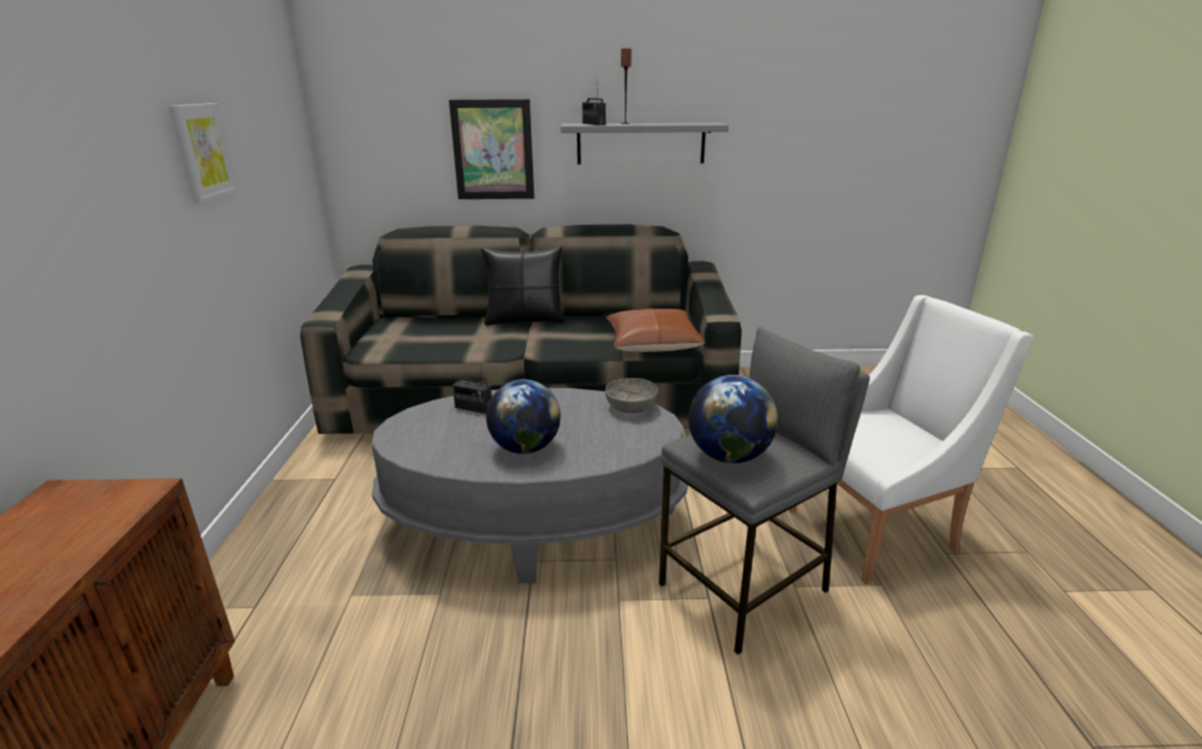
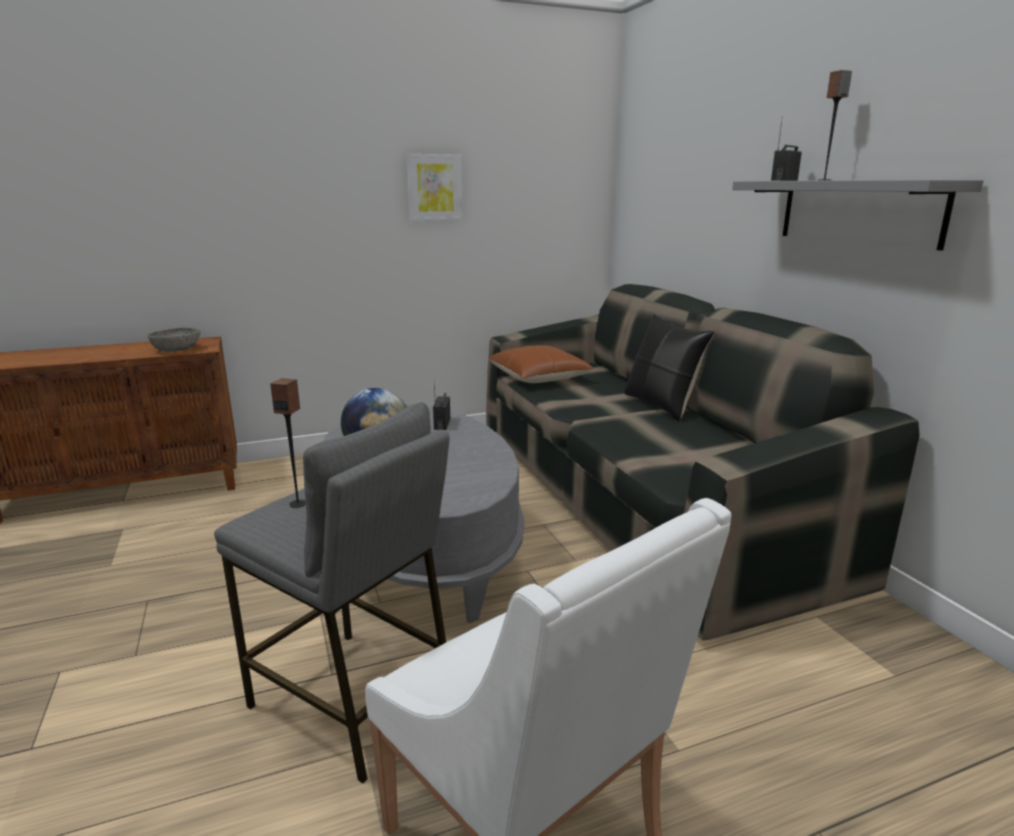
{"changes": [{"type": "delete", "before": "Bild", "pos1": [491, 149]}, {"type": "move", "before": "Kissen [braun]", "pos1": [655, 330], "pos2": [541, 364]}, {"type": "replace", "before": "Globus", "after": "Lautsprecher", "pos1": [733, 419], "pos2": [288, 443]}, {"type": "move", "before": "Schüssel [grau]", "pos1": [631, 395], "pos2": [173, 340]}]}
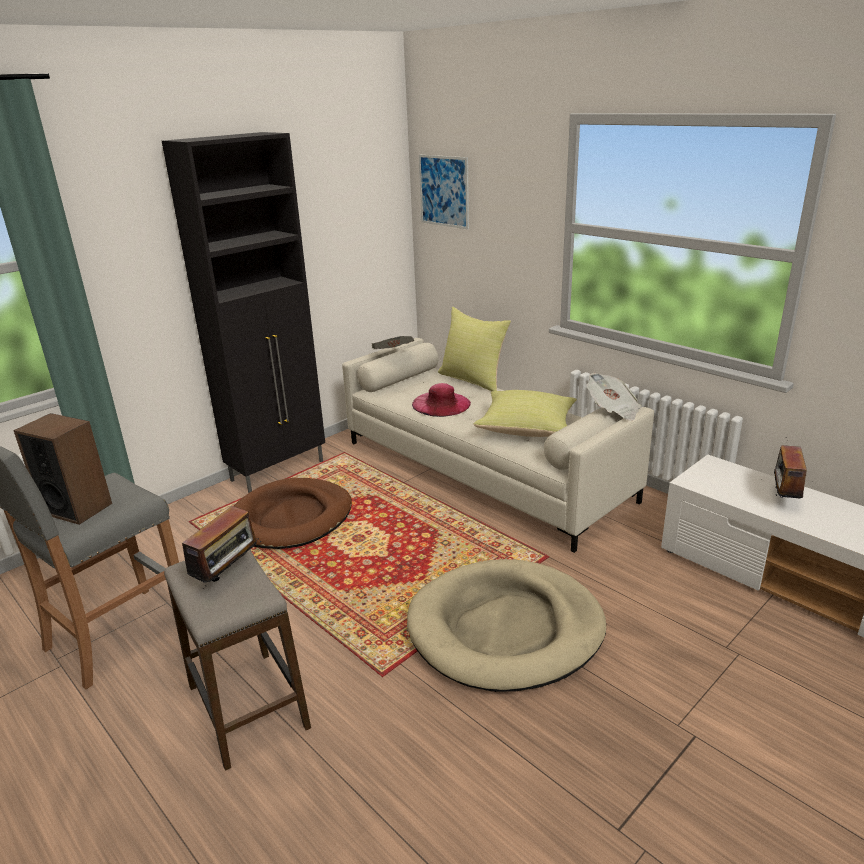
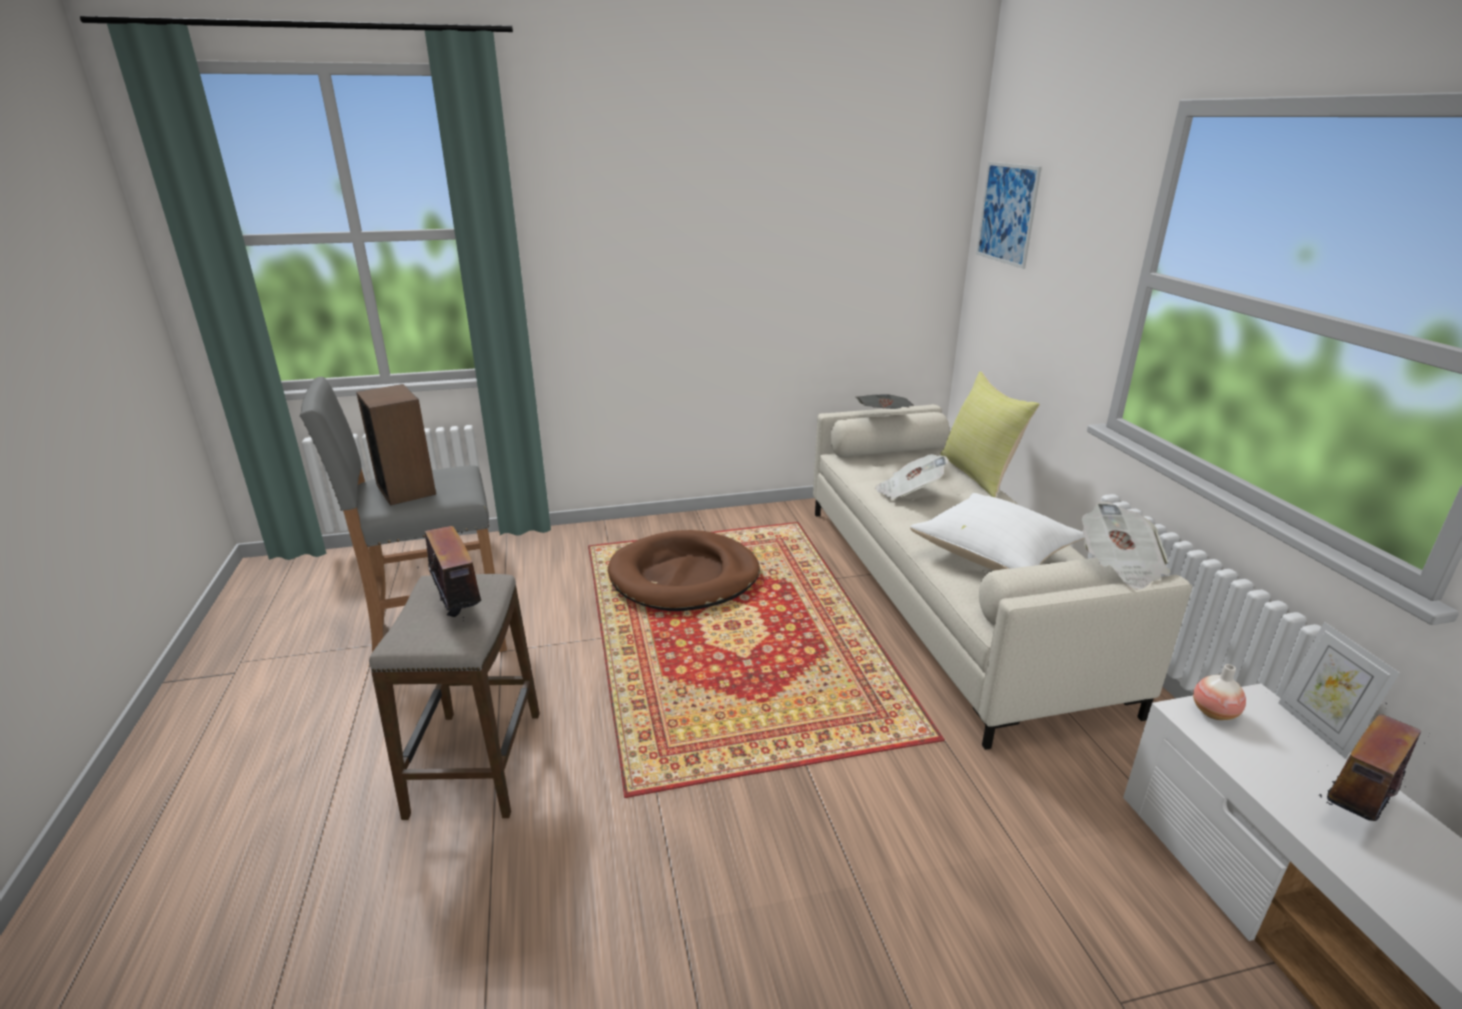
{"changes": [{"type": "delete", "before": "Schrank [schwarz]", "pos1": [243, 312]}, {"type": "replace", "before": "Hut [rosa]", "after": "Zeitung", "pos1": [441, 400], "pos2": [912, 477]}, {"type": "recolor", "before": "Kissen [gelb]", "after": "Kissen [weiß]", "pos1": [525, 413], "pos2": [997, 532]}, {"type": "rotate", "before": "Radio", "pos1": [221, 547], "pos2": [455, 573], "turn": -90}, {"type": "delete", "before": "Hundebett [beige]", "pos1": [506, 625]}, {"type": "insert", "after": "Bilderrahmen", "pos2": [1339, 690]}, {"type": "insert", "after": "Vase", "pos2": [1219, 692]}]}
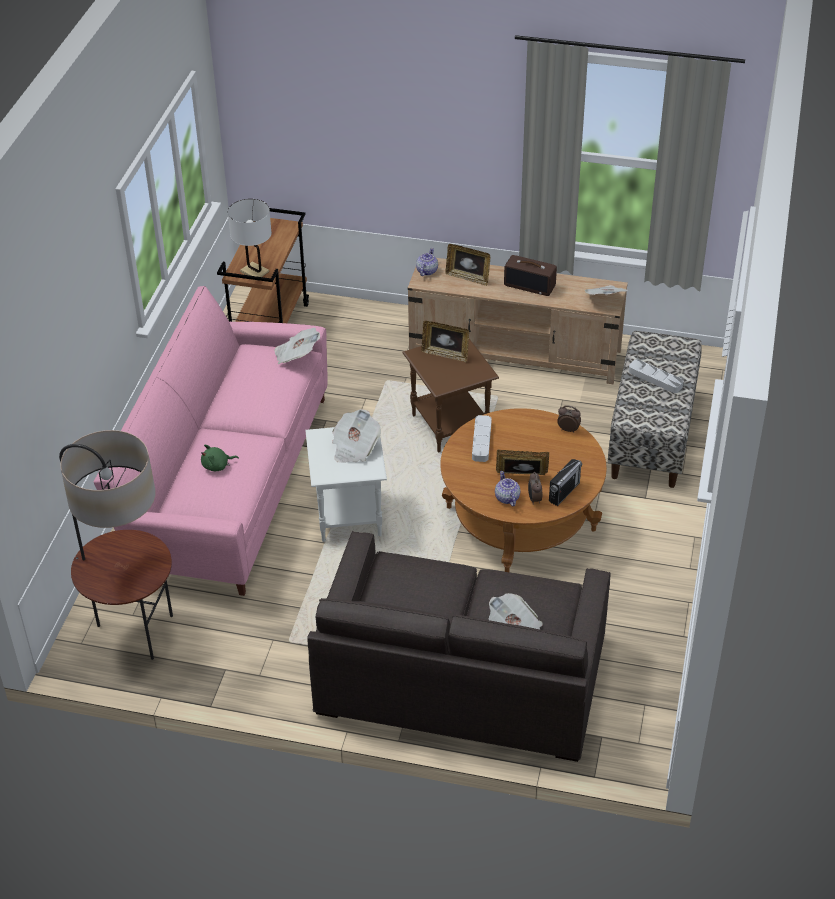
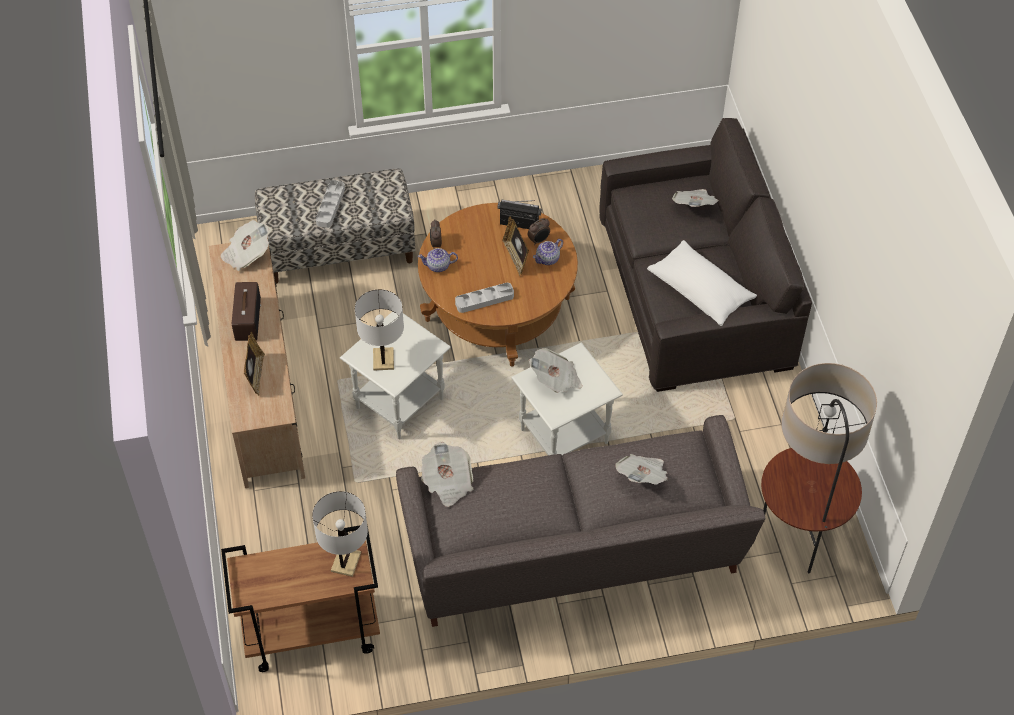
{"changes": [{"type": "move", "before": "Teekanne", "pos1": [427, 262], "pos2": [438, 260]}, {"type": "recolor", "before": "Sofa [rosa]", "after": "Sofa [grau]", "pos1": [211, 441], "pos2": [581, 521]}, {"type": "replace", "before": "Bilderrahmen", "after": "Tischlampe [weiß]", "pos1": [445, 341], "pos2": [379, 330]}, {"type": "recolor", "before": "Beistelltisch [braun]", "after": "Beistelltisch [weiß]", "pos1": [450, 395], "pos2": [395, 375]}, {"type": "replace", "before": "Plüschtier [grün]", "after": "Zeitung", "pos1": [220, 458], "pos2": [641, 469]}, {"type": "insert", "after": "Kissen [weiß]", "pos2": [702, 283]}]}
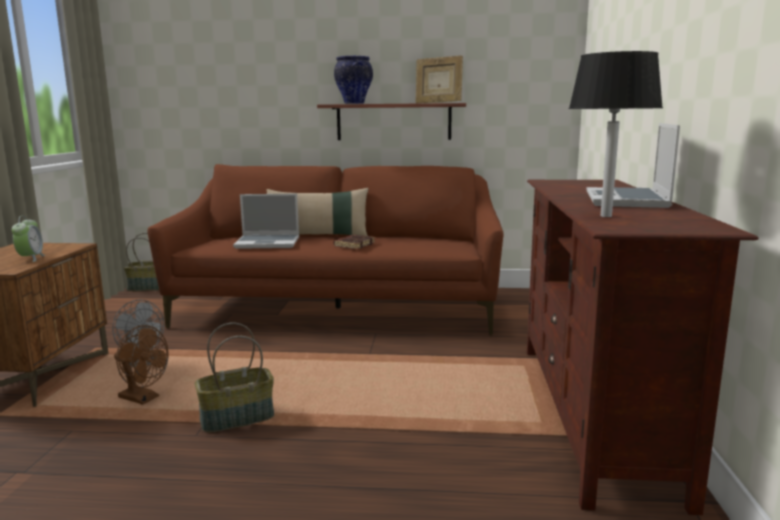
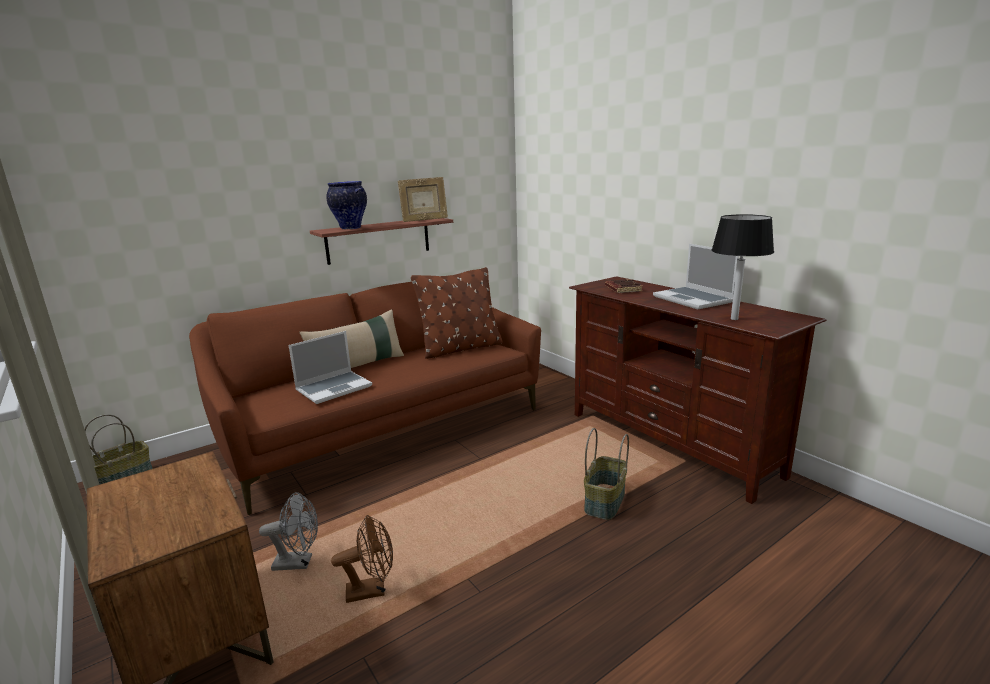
{"changes": [{"type": "delete", "before": "Wecker", "pos1": [28, 239]}, {"type": "move", "before": "Buch [braun]", "pos1": [354, 242], "pos2": [624, 286]}, {"type": "move", "before": "Korb", "pos1": [234, 378], "pos2": [606, 474]}, {"type": "insert", "after": "Kissen [braun]", "pos2": [457, 313]}]}
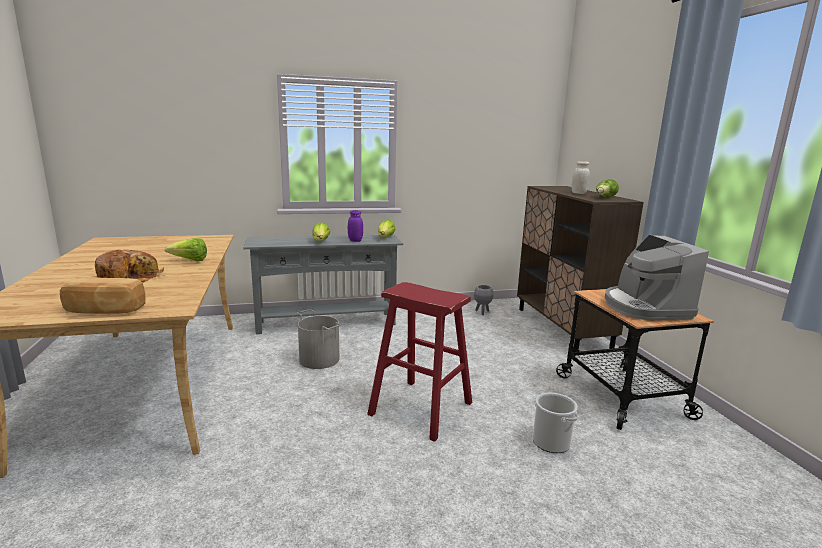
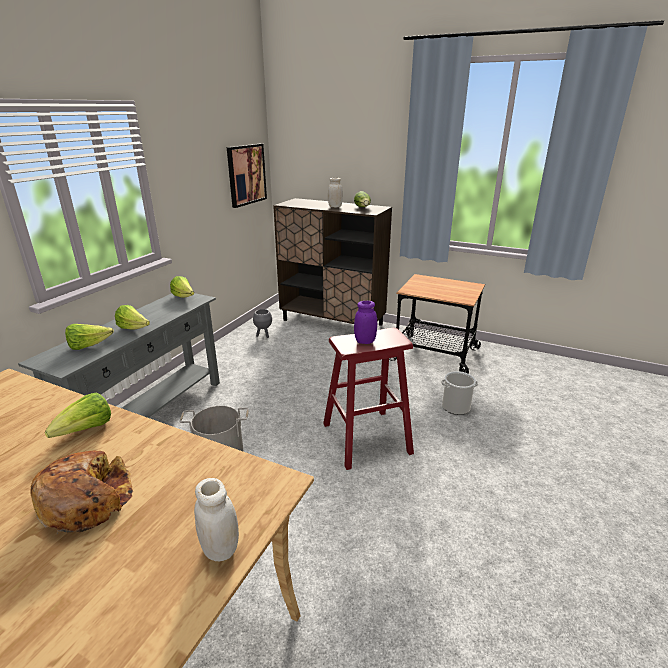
{"changes": [{"type": "move", "before": "Vorratsglas [lila]", "pos1": [355, 226], "pos2": [365, 322]}, {"type": "delete", "before": "Kaffeemaschine", "pos1": [657, 277]}, {"type": "replace", "before": "Brot", "after": "Vorratsglas [weiß]", "pos1": [103, 295], "pos2": [216, 519]}, {"type": "insert", "after": "Bild", "pos2": [247, 176]}, {"type": "insert", "after": "Salatkopf", "pos2": [89, 337]}]}
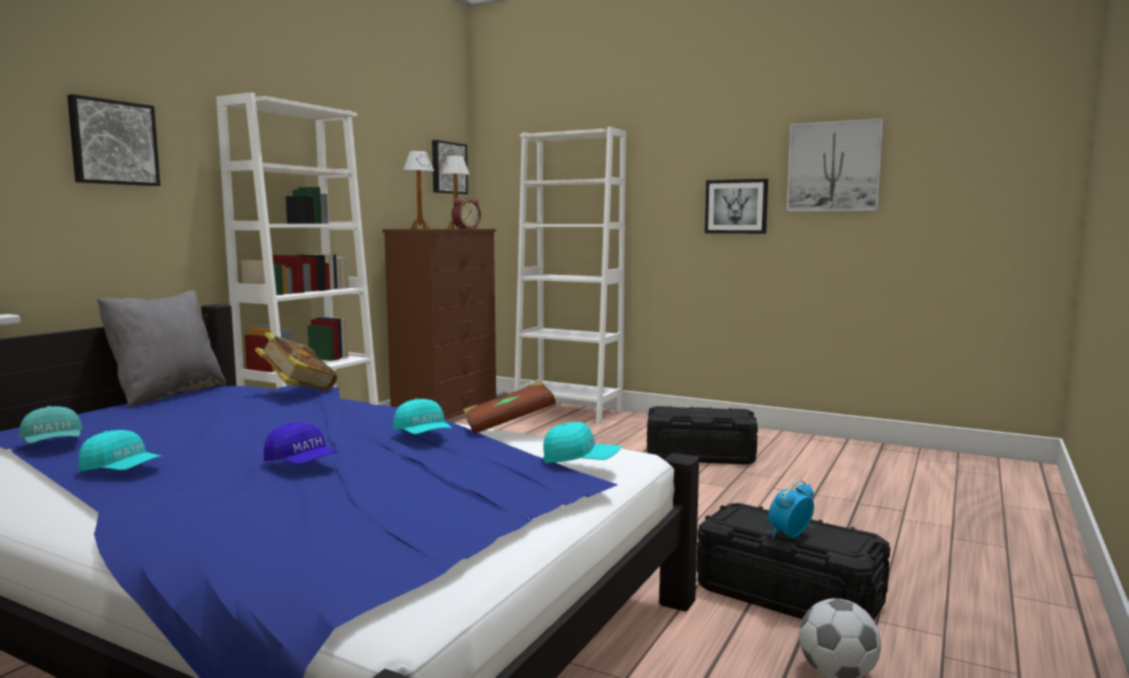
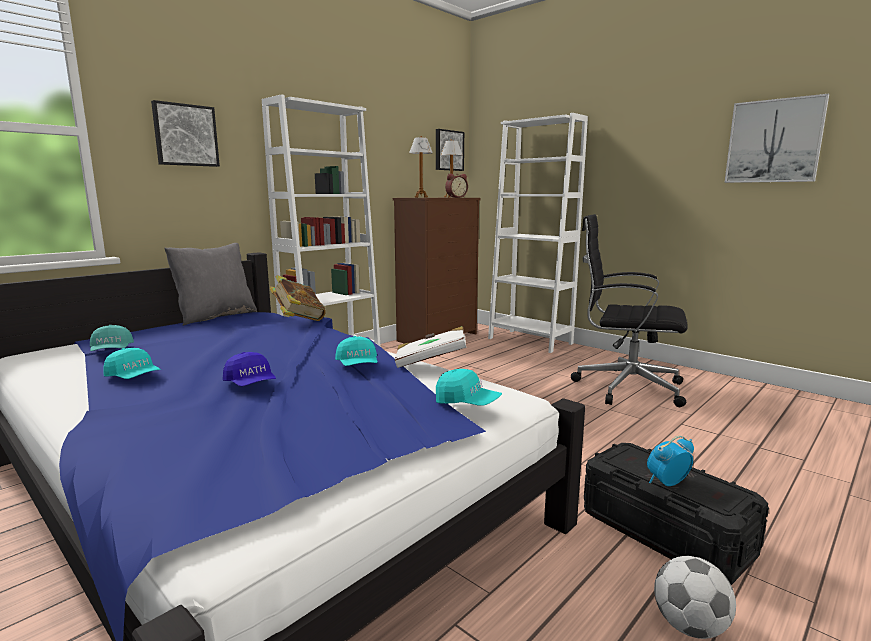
{"changes": [{"type": "delete", "before": "Bild", "pos1": [736, 206]}, {"type": "recolor", "before": "Buch [braun]", "after": "Buch [weiß]", "pos1": [509, 407], "pos2": [430, 347]}, {"type": "replace", "before": "Aufbewahrungsbox [schwarz]", "after": "Bürostuhl [schwarz]", "pos1": [702, 435], "pos2": [629, 310]}]}
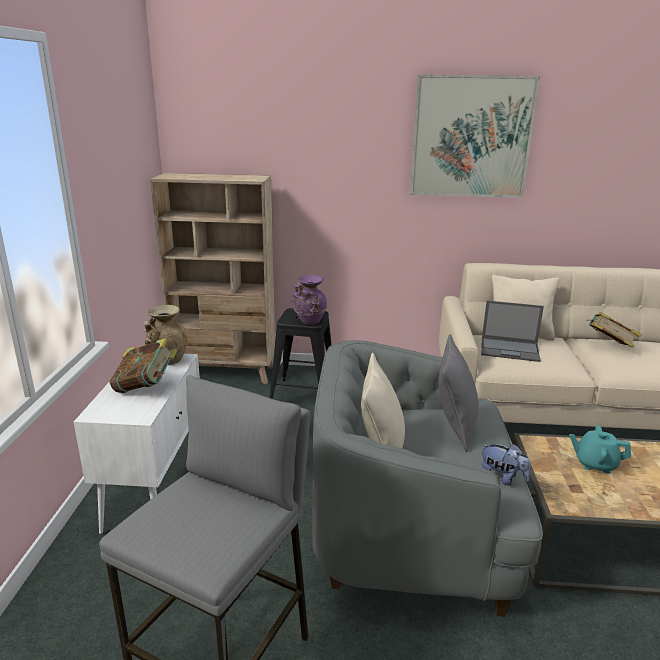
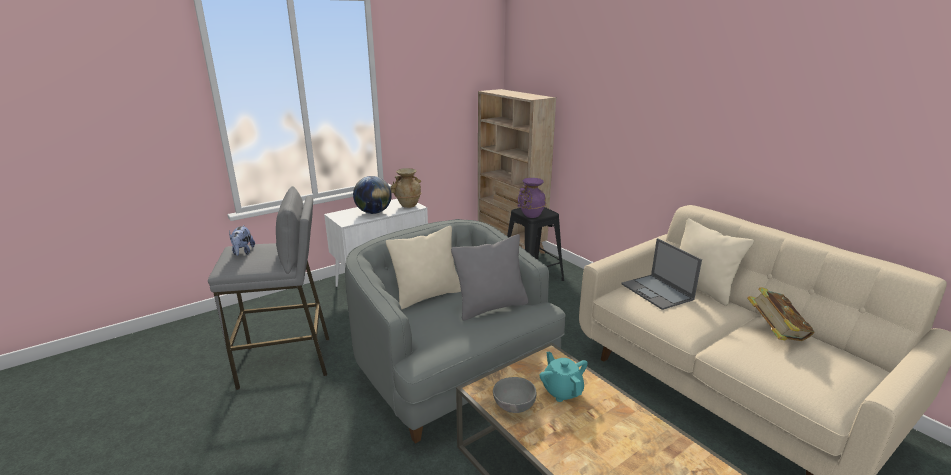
{"changes": [{"type": "delete", "before": "Bild", "pos1": [475, 136]}, {"type": "replace", "before": "Buch", "after": "Globus", "pos1": [143, 365], "pos2": [372, 195]}, {"type": "move", "before": "Plüschtier", "pos1": [505, 464], "pos2": [242, 240]}, {"type": "insert", "after": "Schüssel [grau]", "pos2": [514, 395]}]}
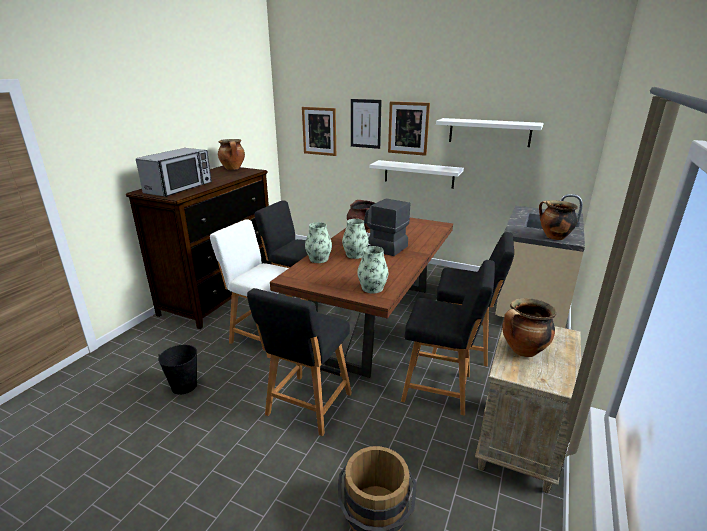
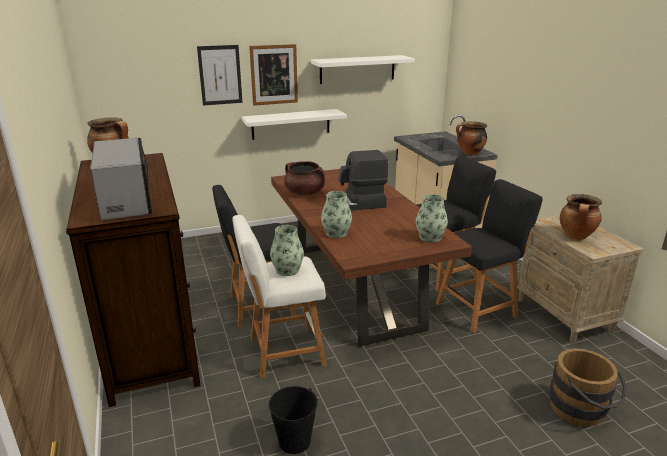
{"changes": [{"type": "delete", "before": "Bild", "pos1": [319, 131]}, {"type": "move", "before": "Vase", "pos1": [355, 239], "pos2": [287, 250]}, {"type": "delete", "before": "Hocker [schwarz]", "pos1": [299, 362]}]}
